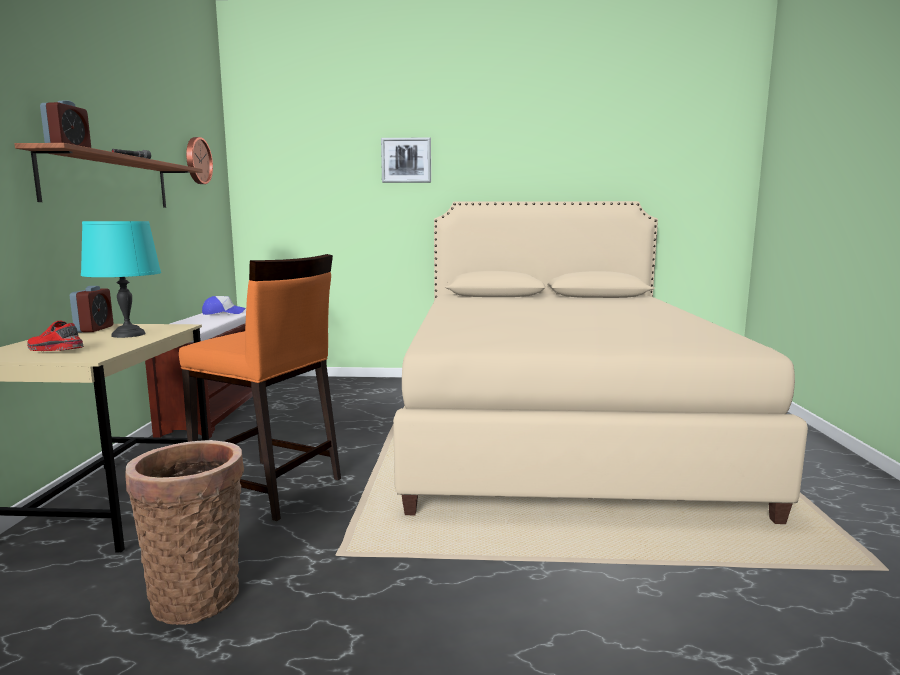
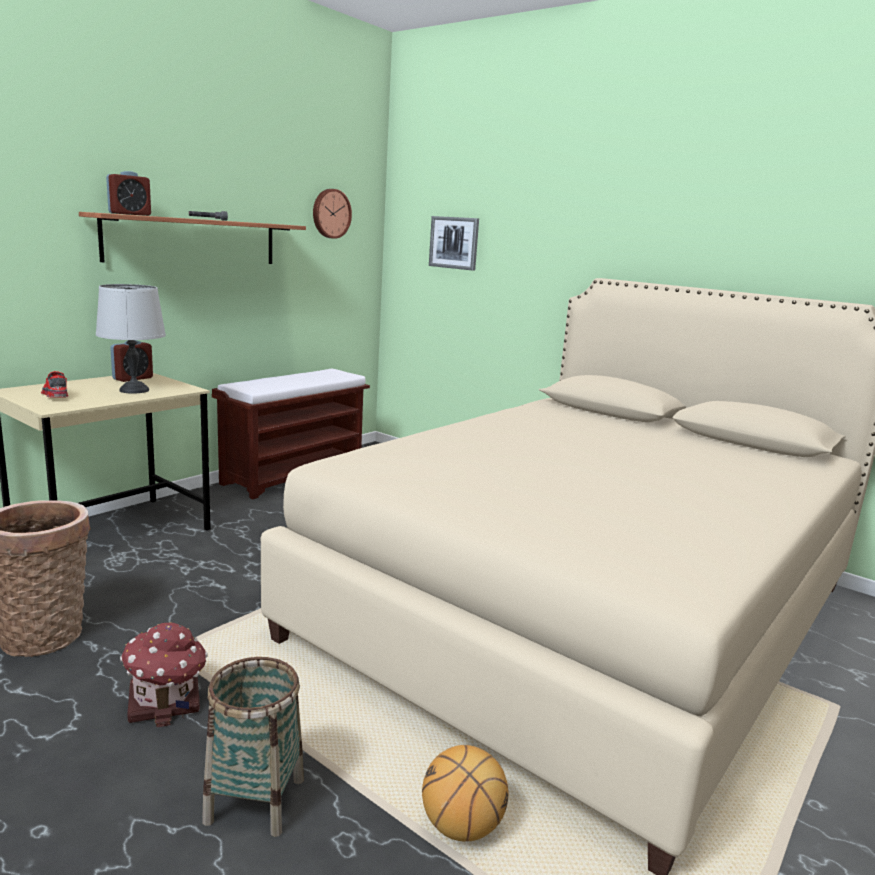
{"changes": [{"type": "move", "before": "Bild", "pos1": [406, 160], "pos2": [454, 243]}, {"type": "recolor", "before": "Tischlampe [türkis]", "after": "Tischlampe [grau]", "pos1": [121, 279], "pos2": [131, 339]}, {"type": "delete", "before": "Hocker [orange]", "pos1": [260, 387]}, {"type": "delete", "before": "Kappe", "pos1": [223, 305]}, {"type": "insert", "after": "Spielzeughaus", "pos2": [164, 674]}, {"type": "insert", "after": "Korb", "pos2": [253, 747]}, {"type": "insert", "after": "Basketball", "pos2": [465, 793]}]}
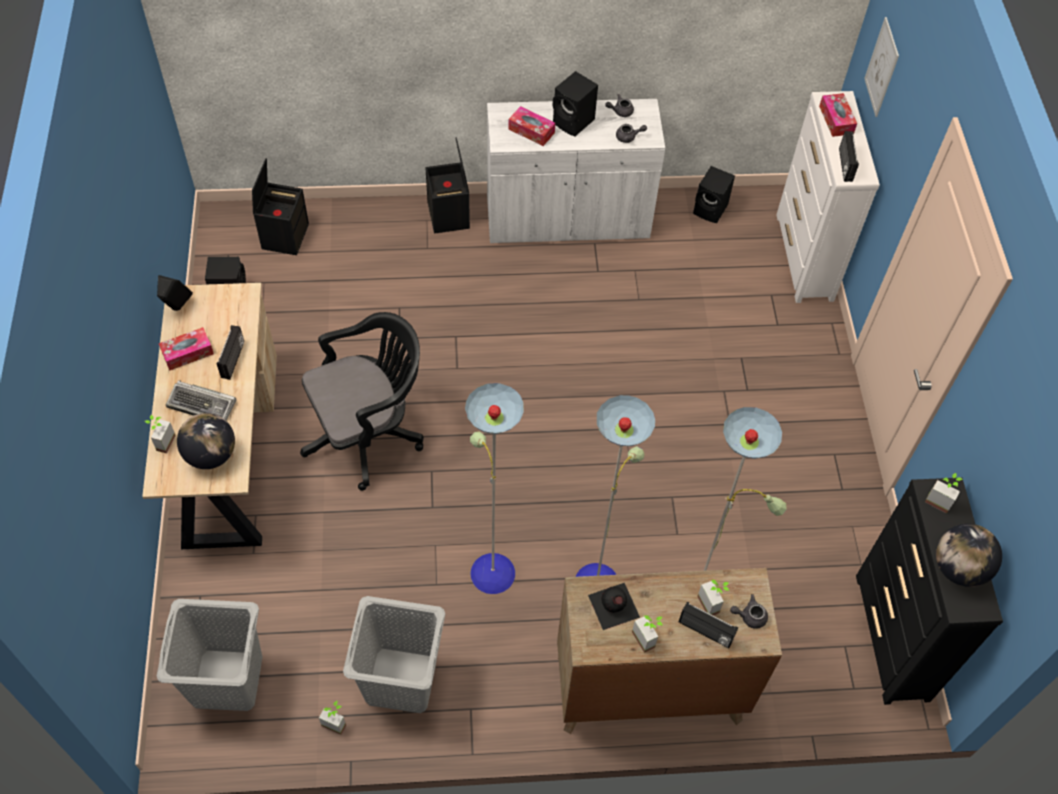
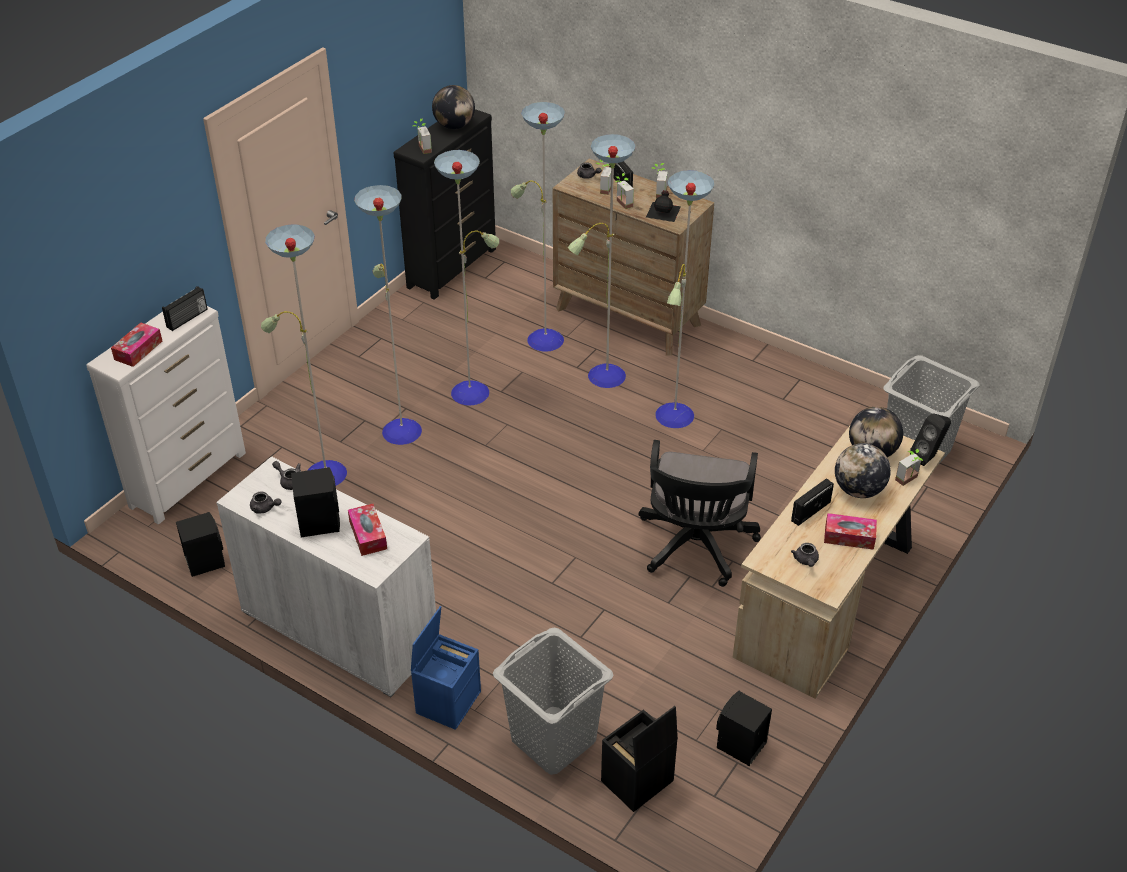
{"changes": [{"type": "delete", "before": "Bild", "pos1": [881, 67]}, {"type": "recolor", "before": "Aufbewahrungsbox [schwarz]", "after": "Aufbewahrungsbox [blau]", "pos1": [447, 186], "pos2": [446, 668]}, {"type": "move", "before": "Lautsprecher [schwarz]", "pos1": [175, 293], "pos2": [930, 439]}, {"type": "rotate", "before": "Bürostuhl [schwarz]", "pos1": [362, 401], "pos2": [699, 513], "turn": -90}, {"type": "replace", "before": "Tastatur", "after": "Globus", "pos1": [201, 400], "pos2": [863, 470]}, {"type": "move", "before": "Wäschekorb [grau]", "pos1": [394, 654], "pos2": [553, 701]}, {"type": "move", "before": "Topfpflanze", "pos1": [332, 718], "pos2": [625, 191]}, {"type": "insert", "after": "Stehlampe", "pos2": [380, 318]}, {"type": "insert", "after": "Teekanne [grau]", "pos2": [805, 555]}]}
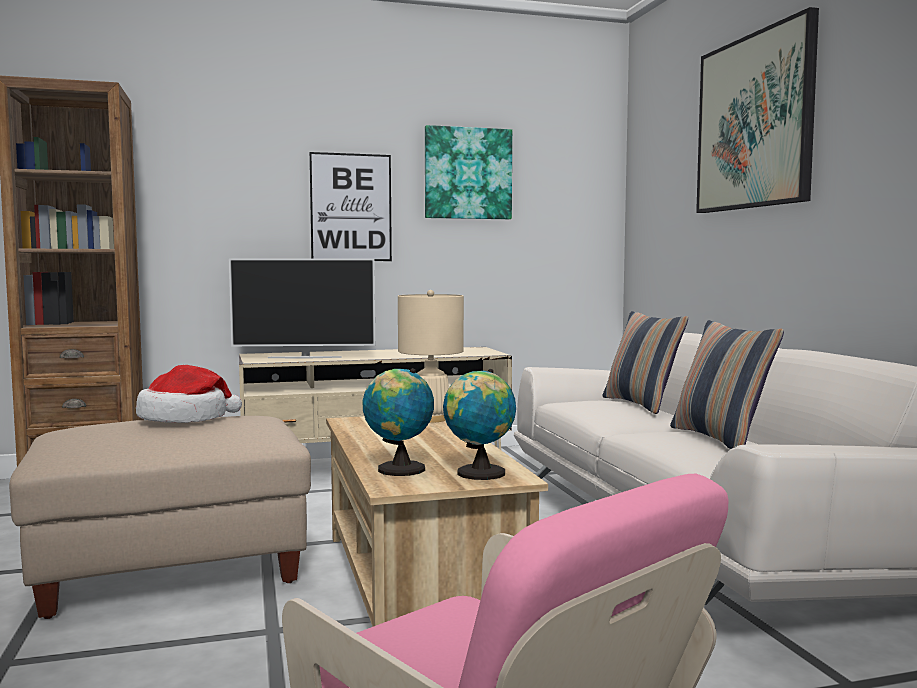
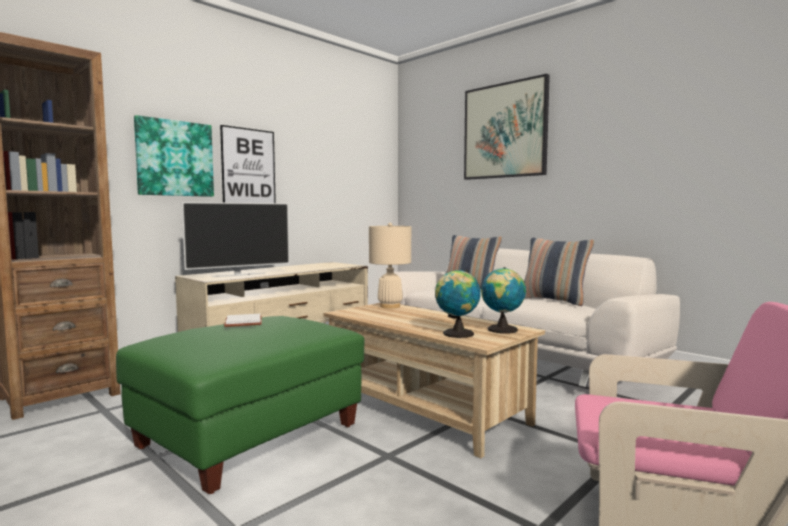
{"changes": [{"type": "move", "before": "Bild", "pos1": [468, 172], "pos2": [174, 156]}, {"type": "replace", "before": "Hut", "after": "Buch [weiß]", "pos1": [189, 394], "pos2": [243, 320]}, {"type": "recolor", "before": "Polsterhocker [beige]", "after": "Polsterhocker [grün]", "pos1": [160, 517], "pos2": [240, 405]}]}
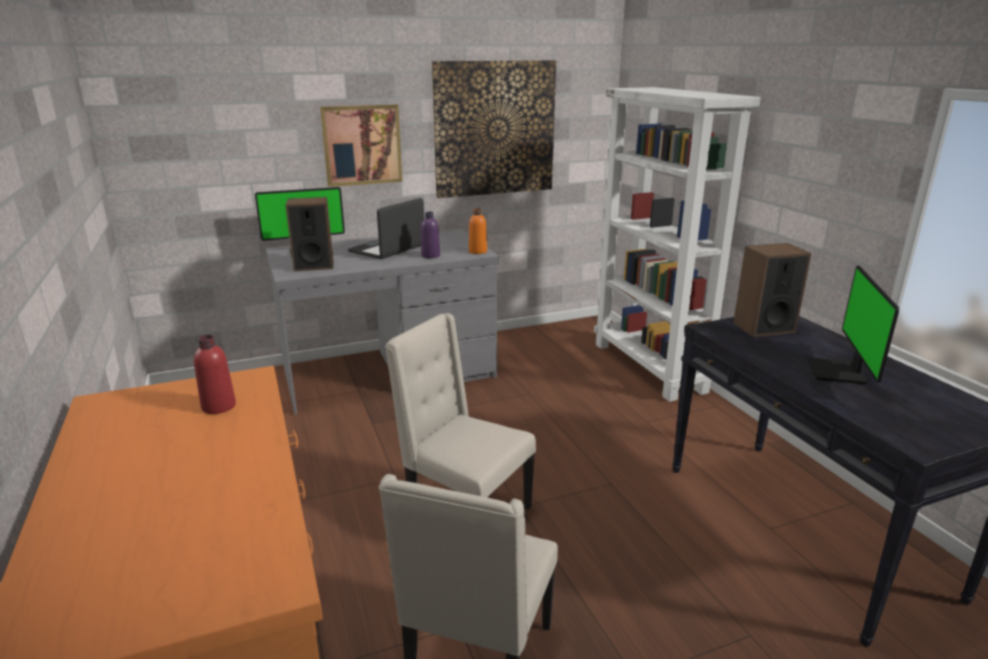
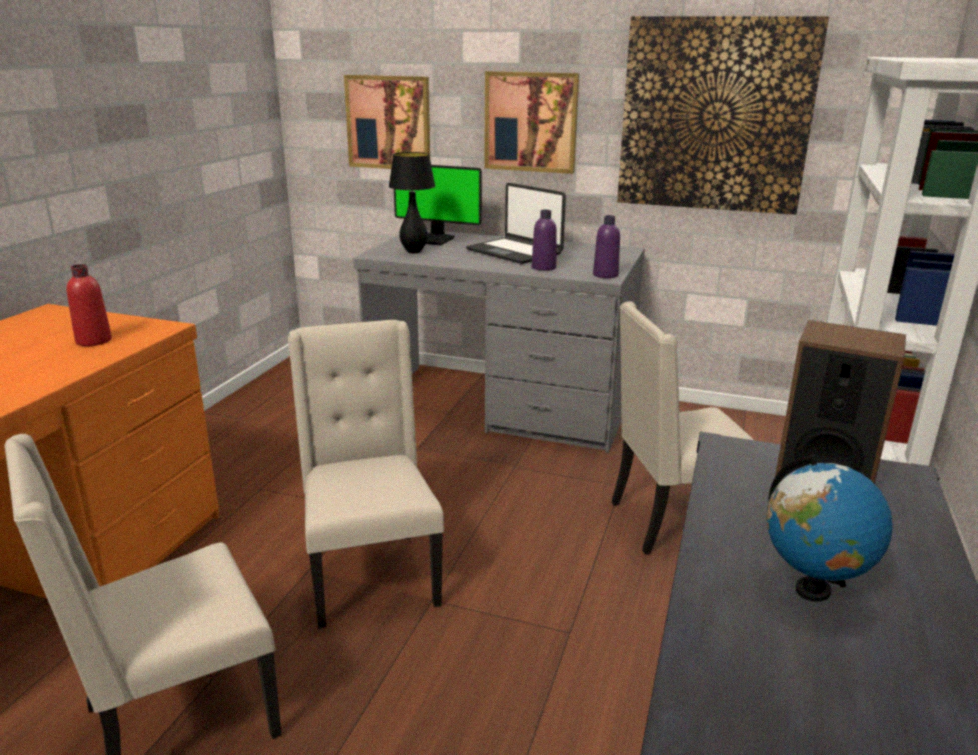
{"changes": [{"type": "replace", "before": "Lautsprecher", "after": "Tischlampe [schwarz]", "pos1": [309, 234], "pos2": [412, 202]}, {"type": "rotate", "before": "Laptop", "pos1": [386, 228], "pos2": [516, 223], "turn": -120}, {"type": "recolor", "before": "Flasche [orange]", "after": "Flasche [lila]", "pos1": [478, 231], "pos2": [606, 246]}, {"type": "replace", "before": "Monitor", "after": "Globus", "pos1": [853, 324], "pos2": [829, 528]}, {"type": "insert", "after": "Bild", "pos2": [387, 122]}, {"type": "insert", "after": "Stuhl [beige]", "pos2": [683, 427]}]}
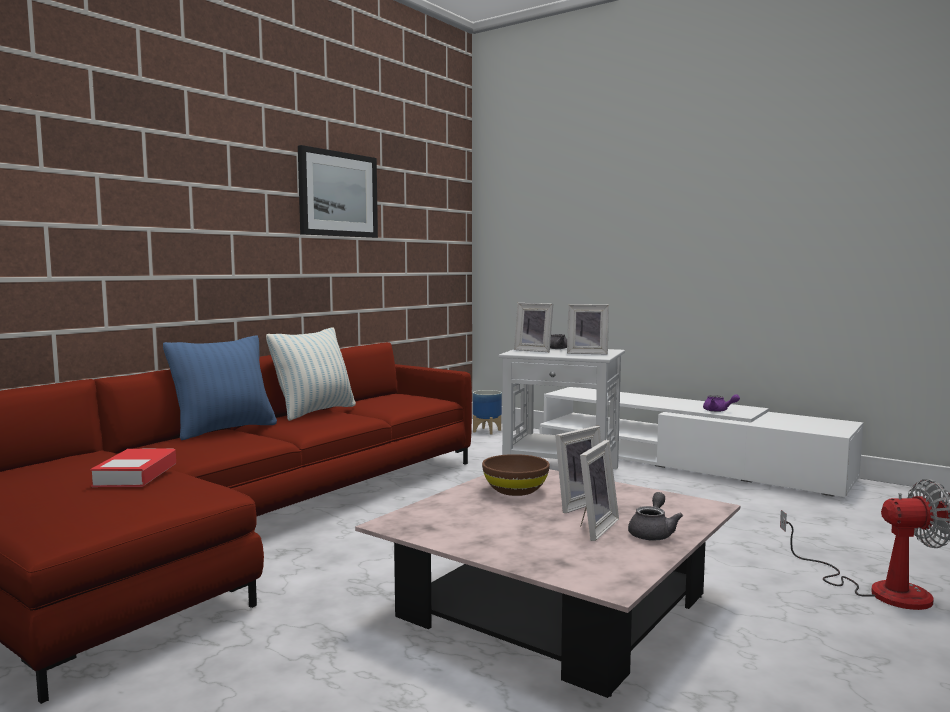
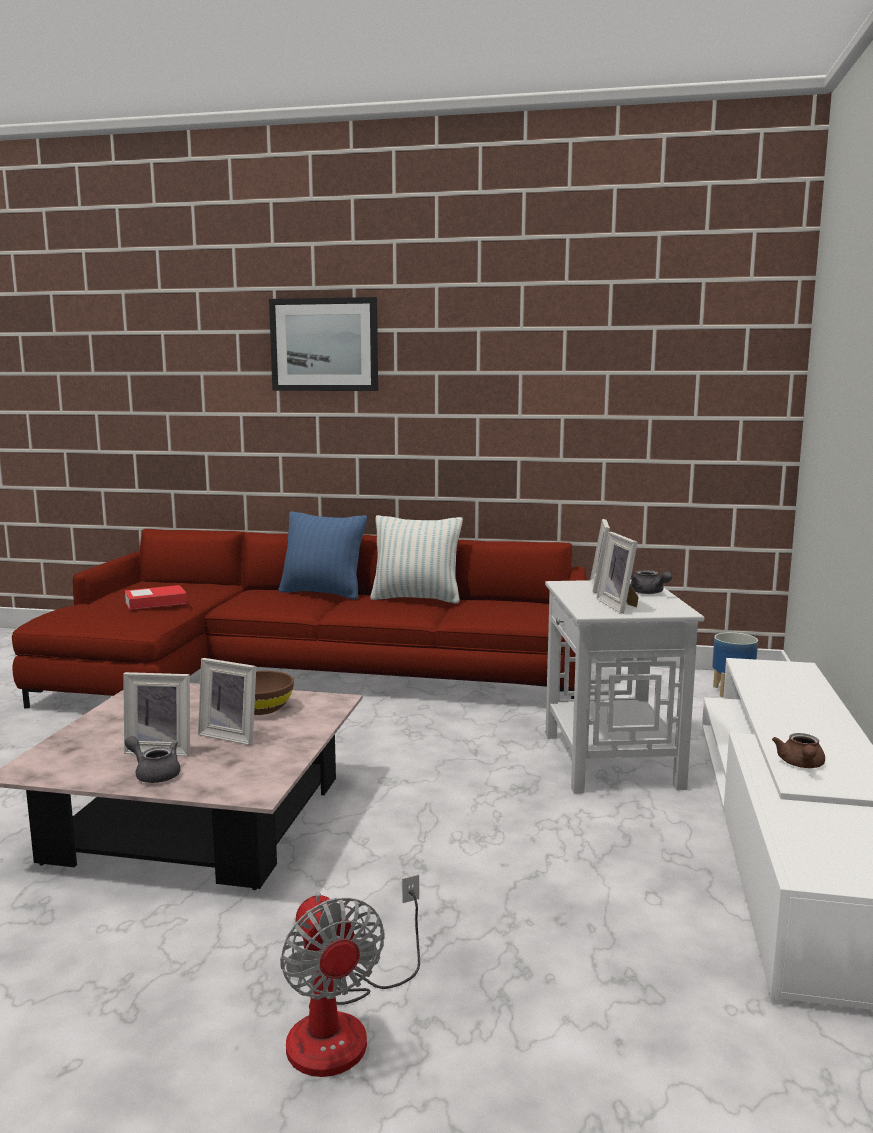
{"changes": [{"type": "move", "before": "Bild", "pos1": [338, 191], "pos2": [323, 344]}, {"type": "recolor", "before": "Teekanne [lila]", "after": "Teekanne [braun]", "pos1": [721, 403], "pos2": [798, 750]}, {"type": "rotate", "before": "Teekanne [grau]", "pos1": [655, 516], "pos2": [152, 759], "turn": -150}]}
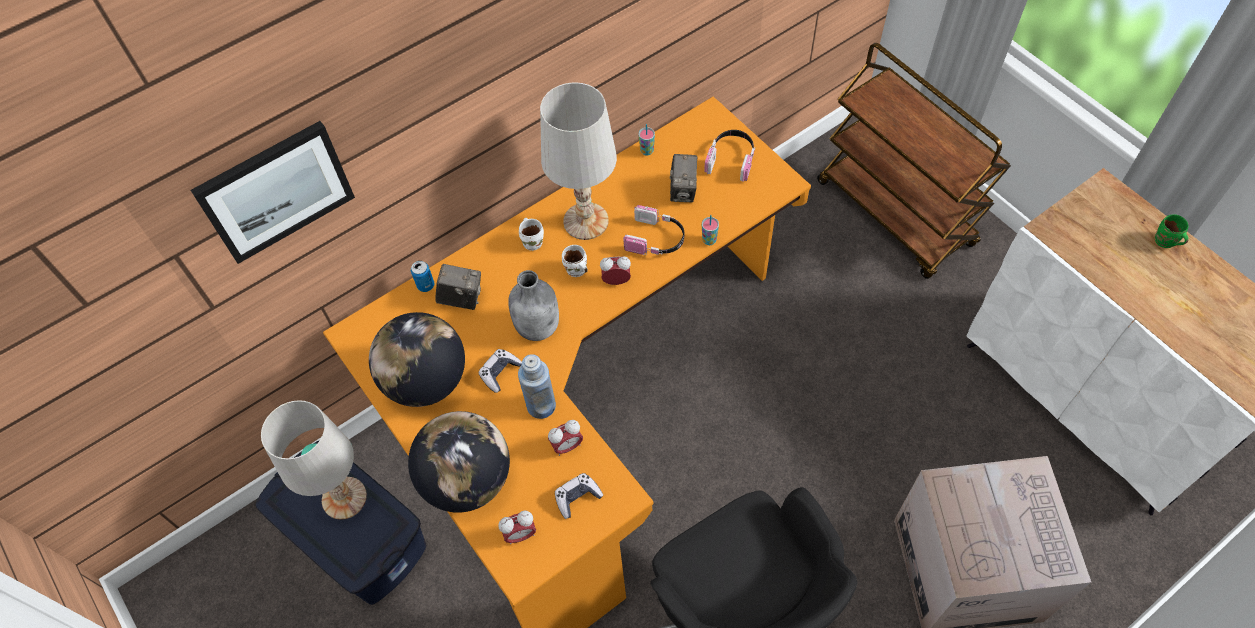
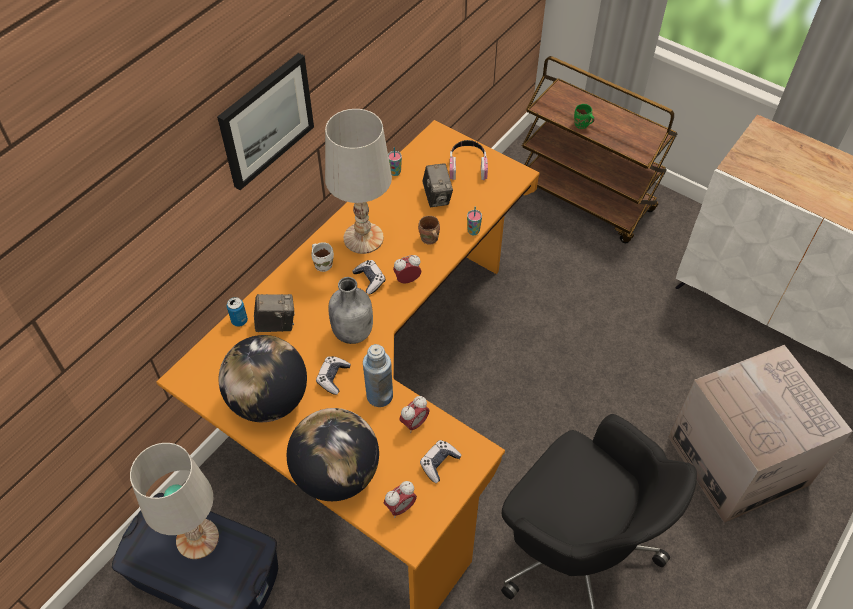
{"changes": [{"type": "move", "before": "Bild", "pos1": [273, 192], "pos2": [265, 121]}, {"type": "replace", "before": "Kopfhörer", "after": "Henkelbecher [braun]", "pos1": [653, 230], "pos2": [429, 230]}, {"type": "move", "before": "Henkelbecher [grün]", "pos1": [1172, 231], "pos2": [584, 116]}, {"type": "replace", "before": "Henkelbecher [weiß]", "after": "Gamepad", "pos1": [575, 261], "pos2": [369, 277]}]}
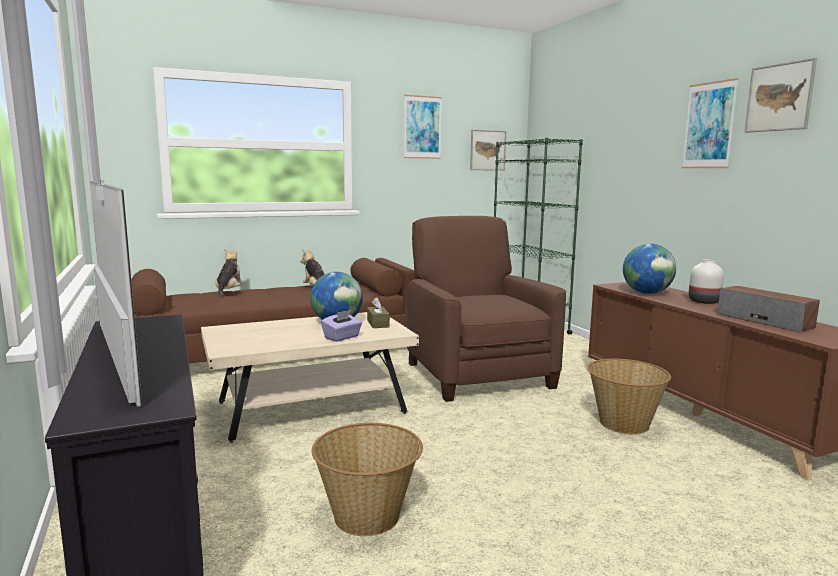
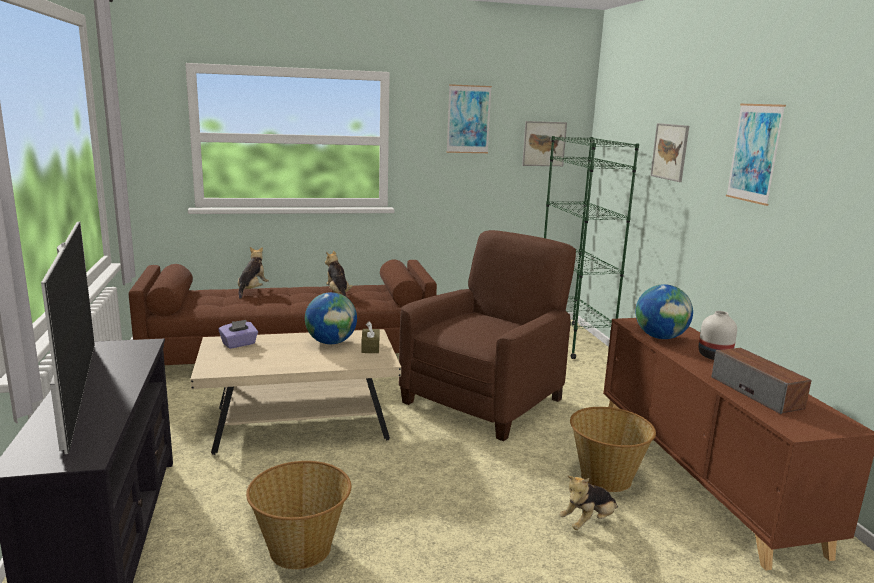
{"changes": [{"type": "move", "before": "Bild", "pos1": [781, 95], "pos2": [669, 152]}, {"type": "rotate", "before": "Sessel [braun]", "pos1": [486, 309], "pos2": [487, 335], "turn": 45}, {"type": "move", "before": "Taschentuchbox [lila]", "pos1": [341, 326], "pos2": [238, 334]}, {"type": "insert", "after": "Plüschtier", "pos2": [588, 503]}]}
